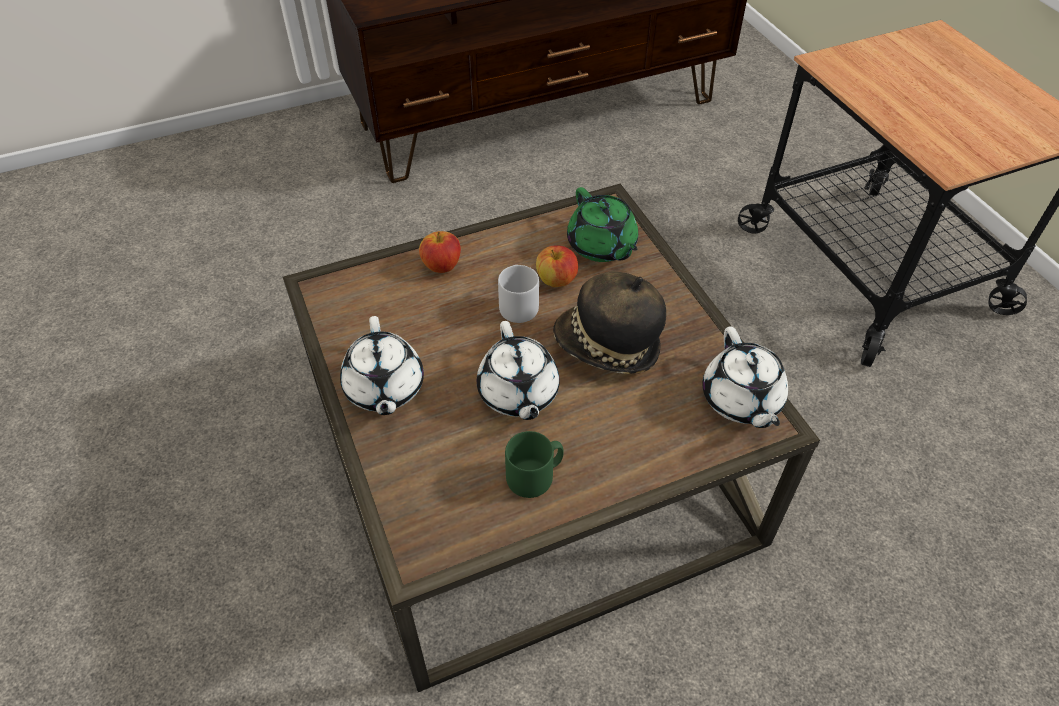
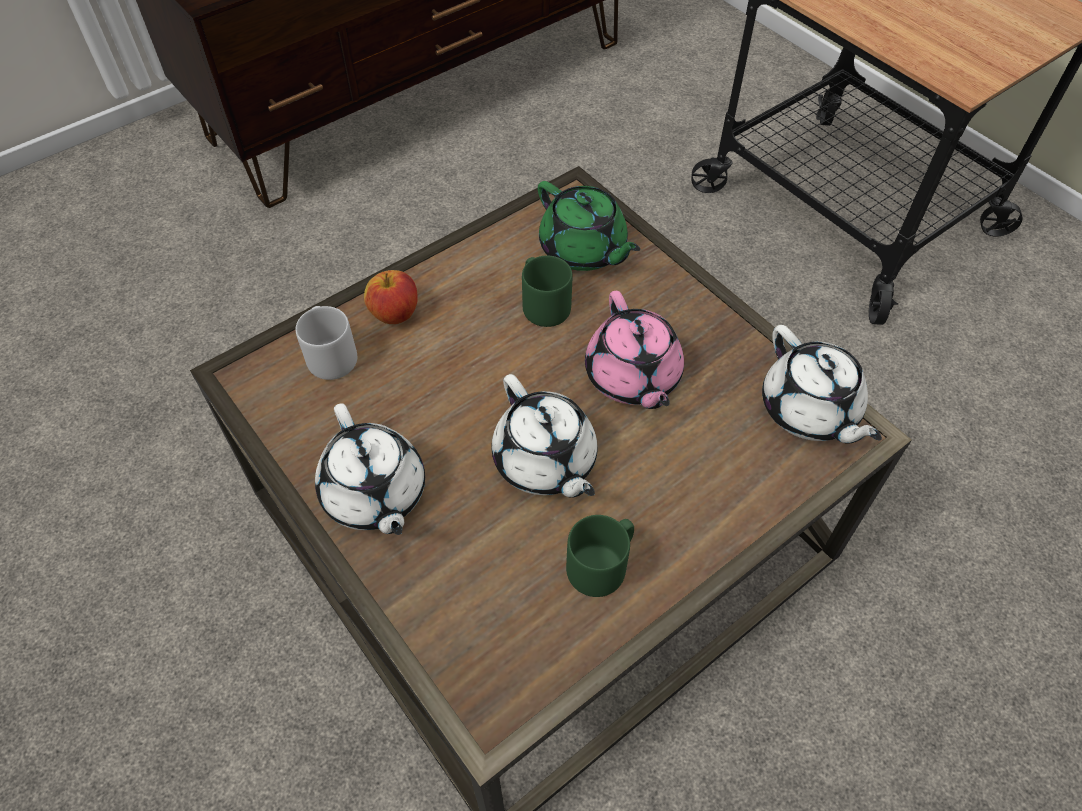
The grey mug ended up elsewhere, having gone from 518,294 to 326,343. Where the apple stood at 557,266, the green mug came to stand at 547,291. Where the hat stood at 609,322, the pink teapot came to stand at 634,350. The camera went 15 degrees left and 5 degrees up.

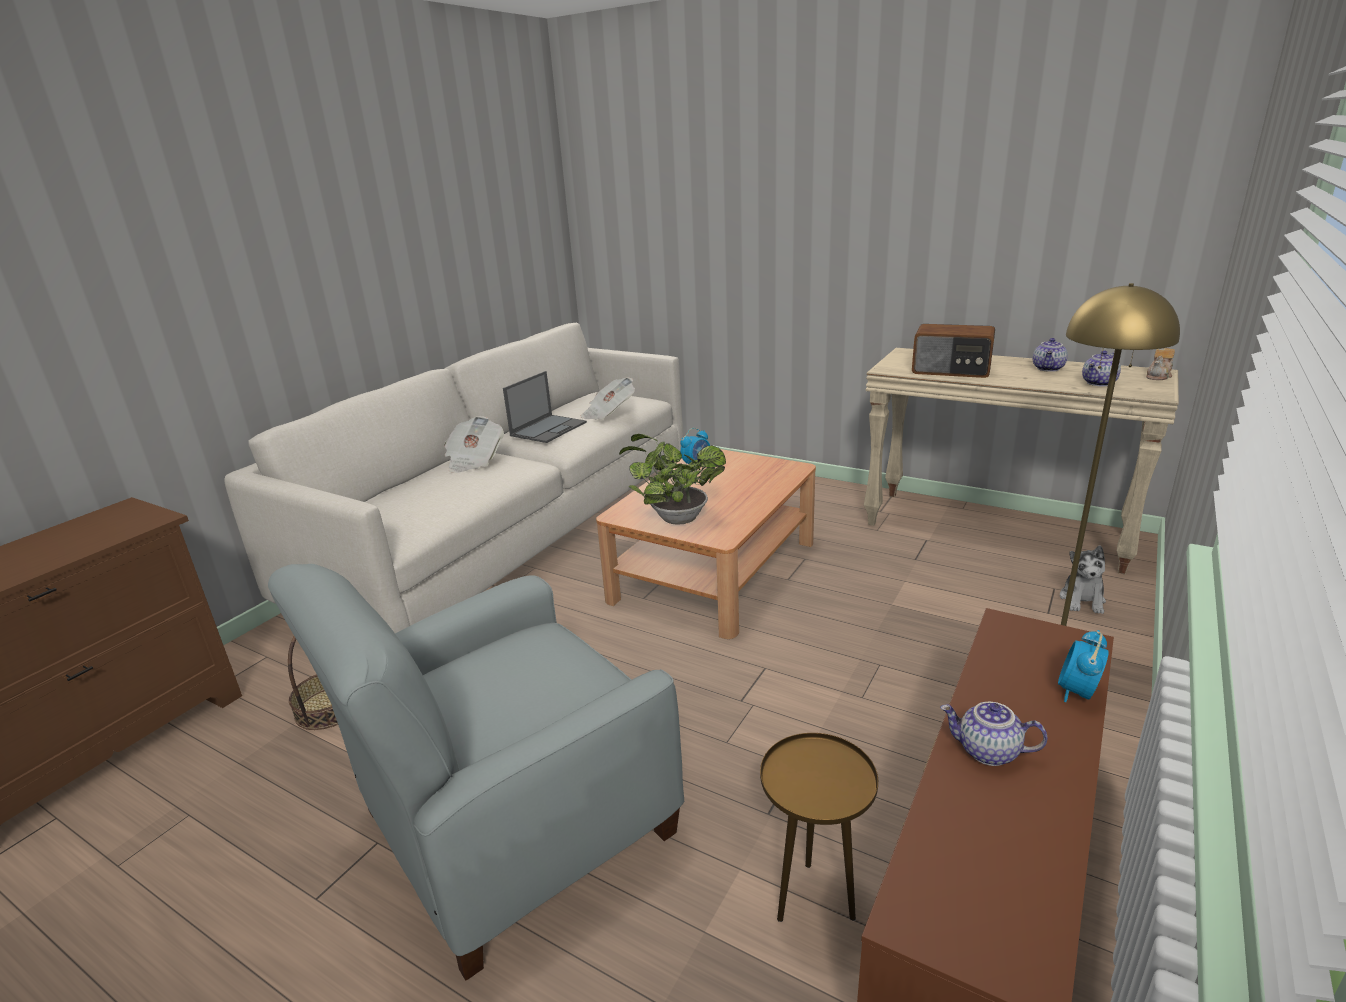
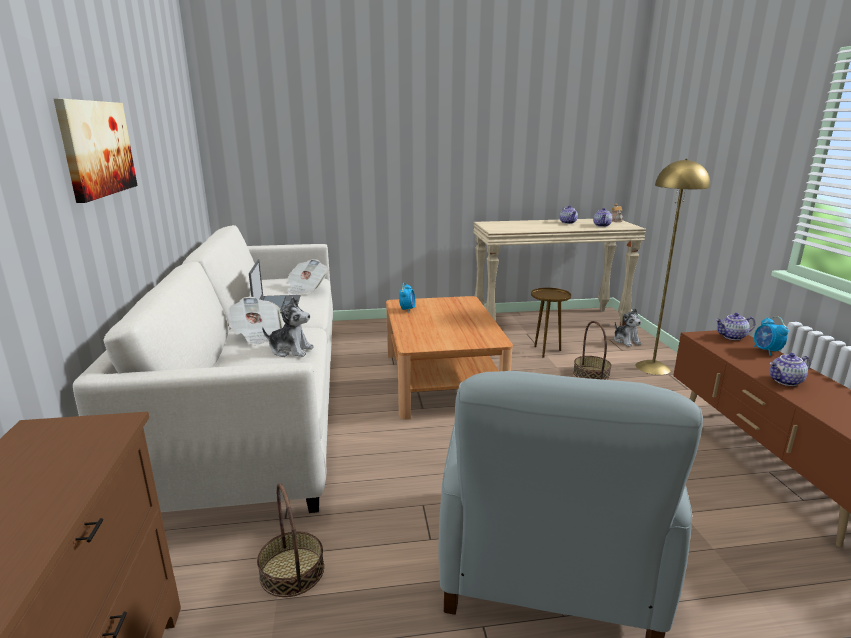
The second view lost the potted plant at 672,479. The brown side table ended up elsewhere, having gone from 819,827 to 551,322. The second view lost the radio at 953,351. The second view gained the picture at 95,151. The second view gained the plush toy at 288,327. The second view gained the basket at 592,350. The second view gained the teapot at 735,326. The camera went 40 degrees left and 5 degrees down.

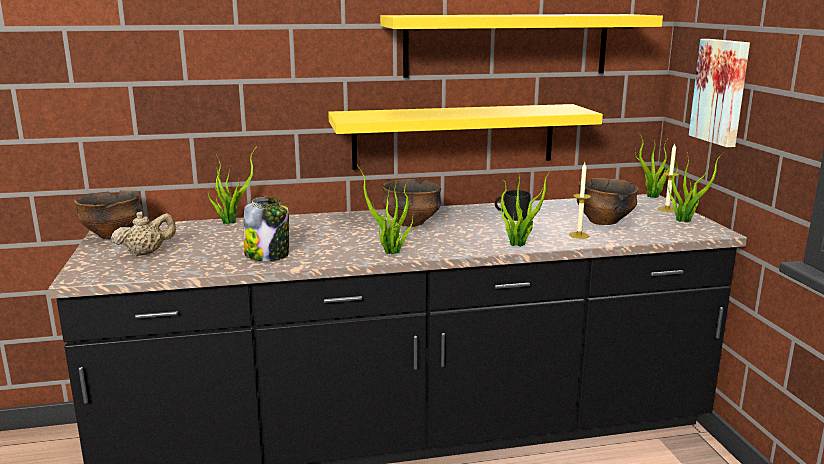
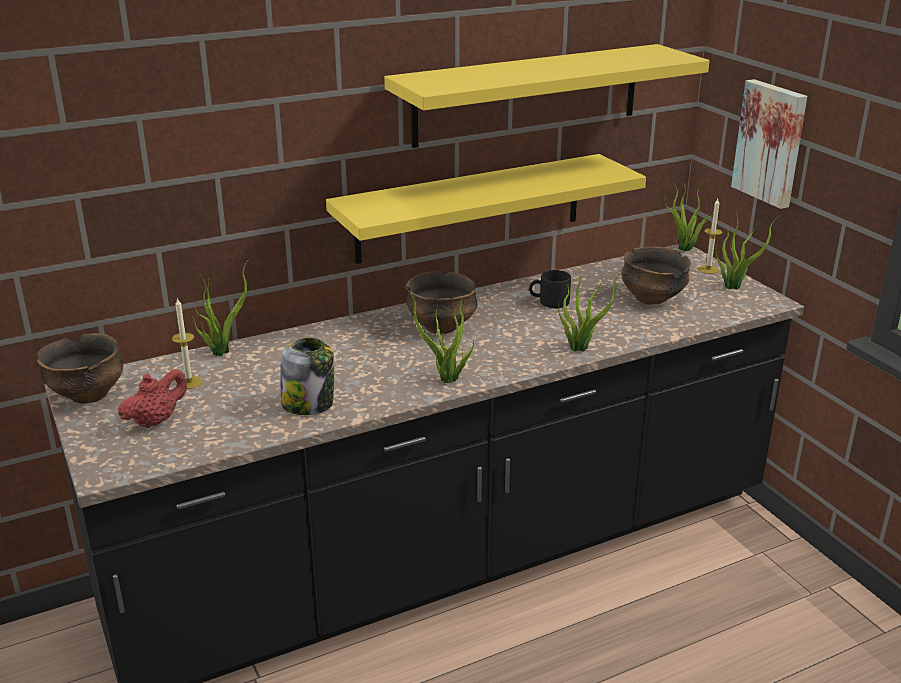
What was the beige teapot at 143,233 turned into the red teapot at 152,398. The candle ended up elsewhere, having gone from 580,201 to 187,343. The camera went 15 degrees left and 10 degrees up.

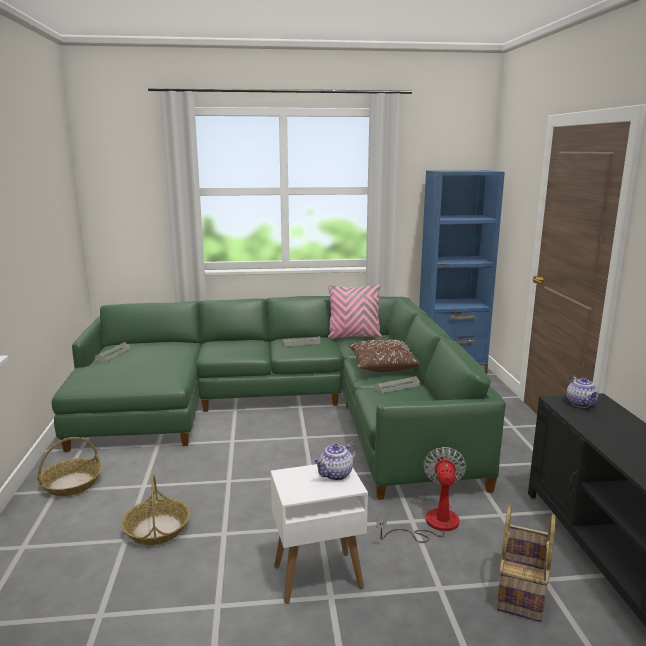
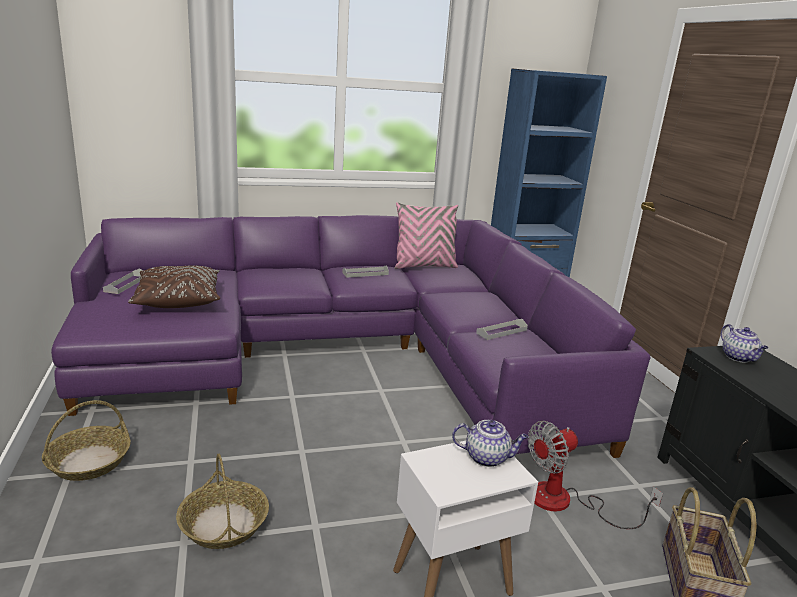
What was the green sofa at 279,398 turned into the purple sofa at 351,336. The teapot at 335,462 ended up facing another way, 120 degrees counterclockwise from before. The brown pillow ended up elsewhere, having gone from 384,355 to 174,286. The fan at 421,495 ended up facing another way, 120 degrees counterclockwise from before. The camera went 10 degrees left and 5 degrees up.

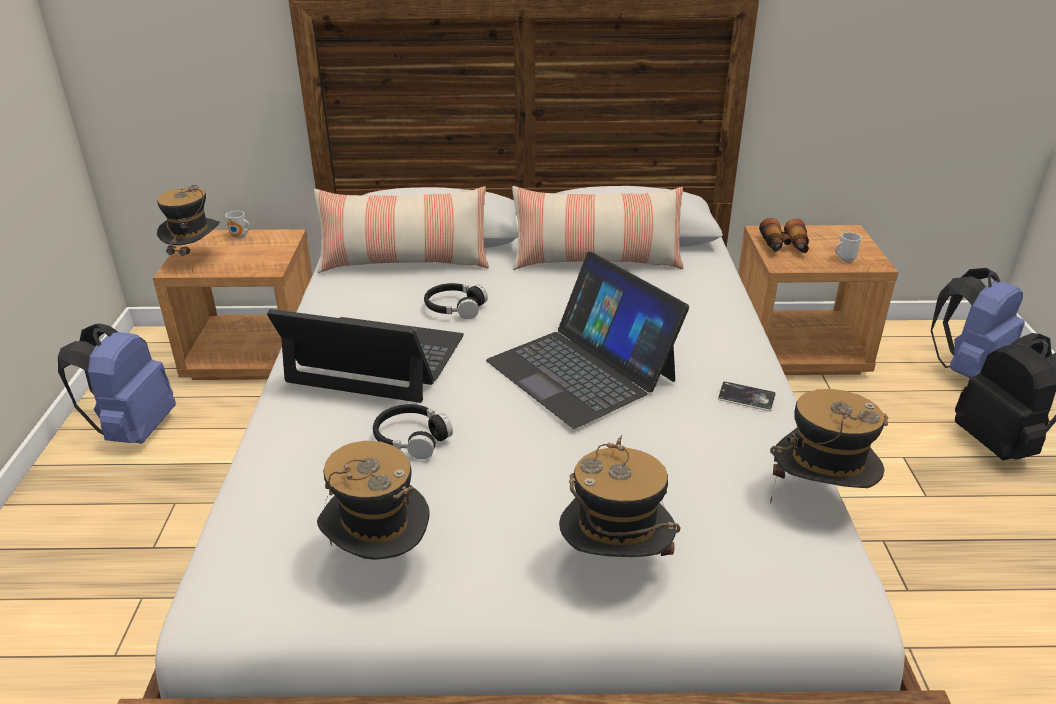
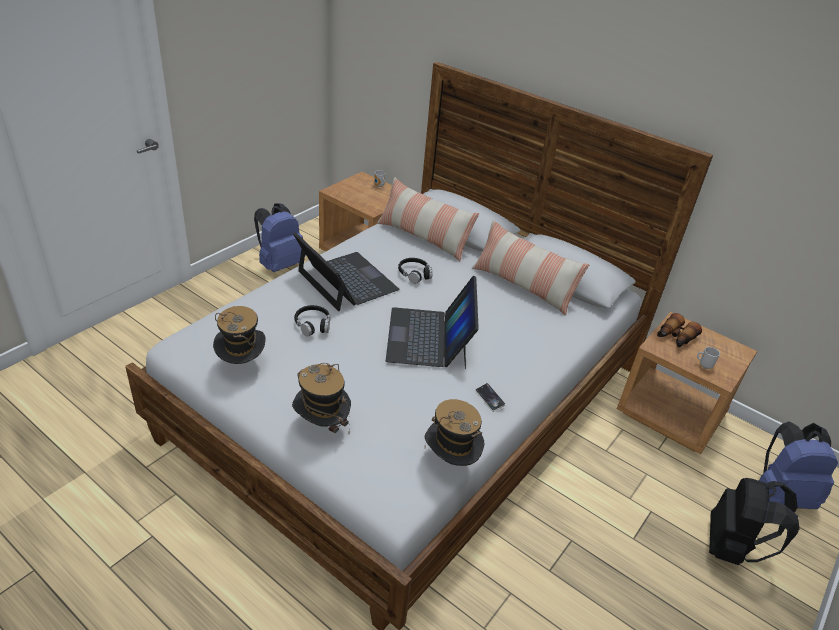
The second view lost the hat at 188,228. The camera went 35 degrees right and 5 degrees up.

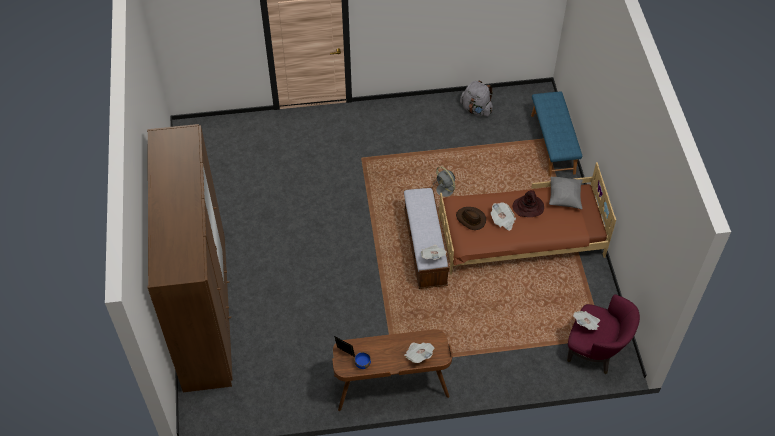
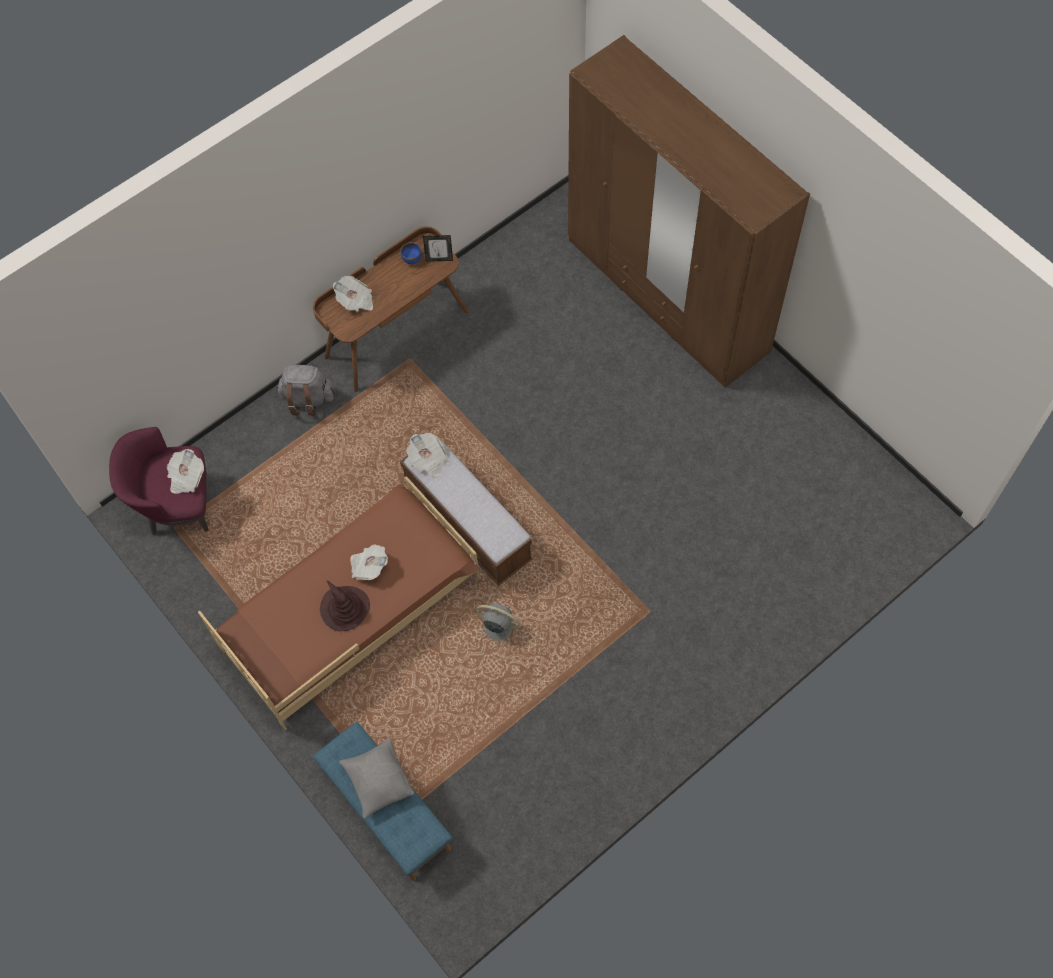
The second view lost the brown hat at 471,218. The grey backpack ended up elsewhere, having gone from 476,99 to 305,390. The grey pillow ended up elsewhere, having gone from 566,193 to 376,778. The camera went 150 degrees right and 10 degrees up.

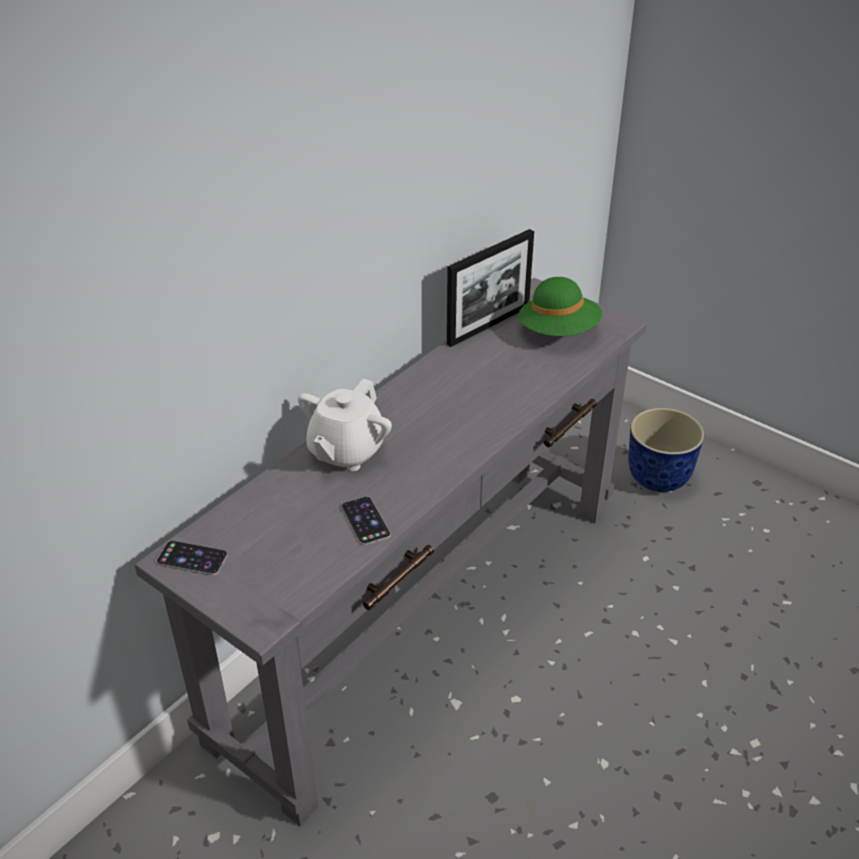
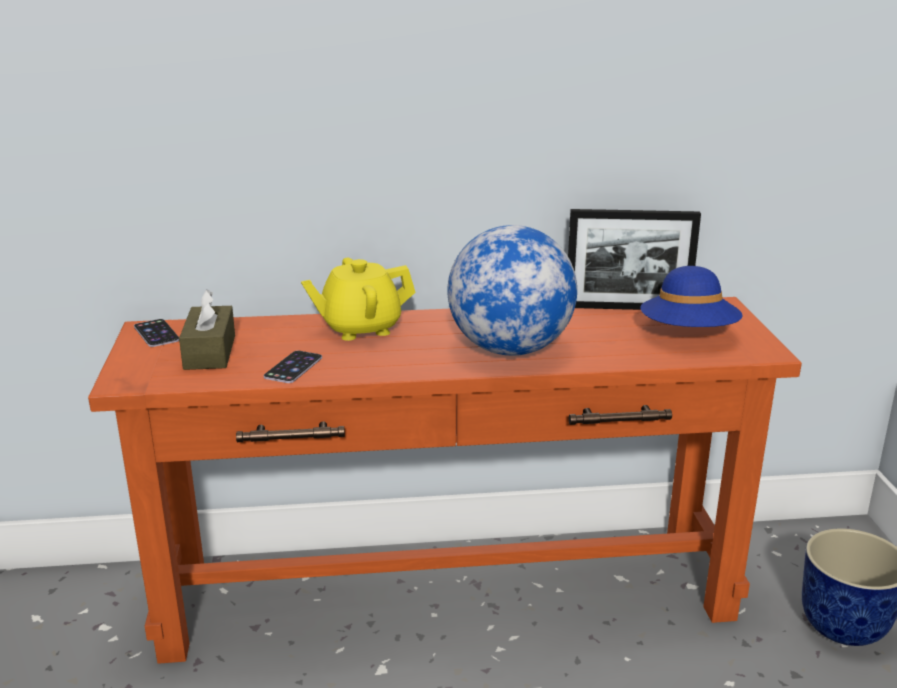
What was the grey console table at 391,552 turned into the orange console table at 445,480. What was the white teapot at 345,424 turned into the yellow teapot at 358,299. What was the green hat at 560,306 turned into the blue hat at 692,296. The second view gained the brown tissue box at 207,329. The second view gained the globe at 512,290. The camera went 45 degrees right and 15 degrees down.

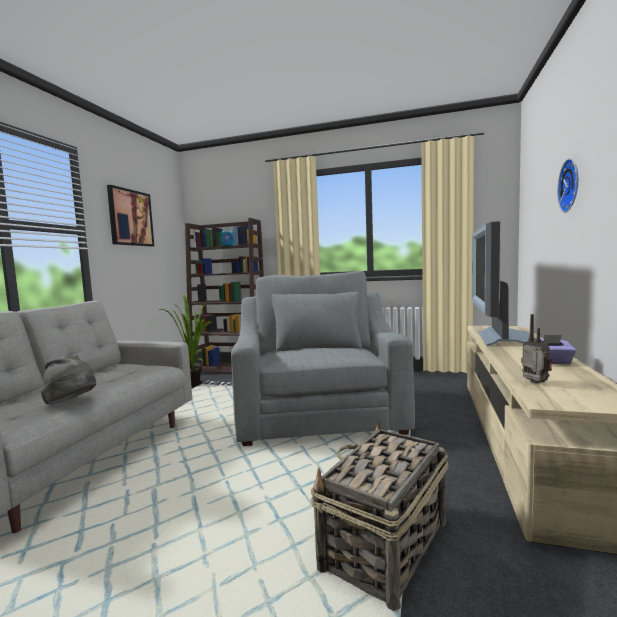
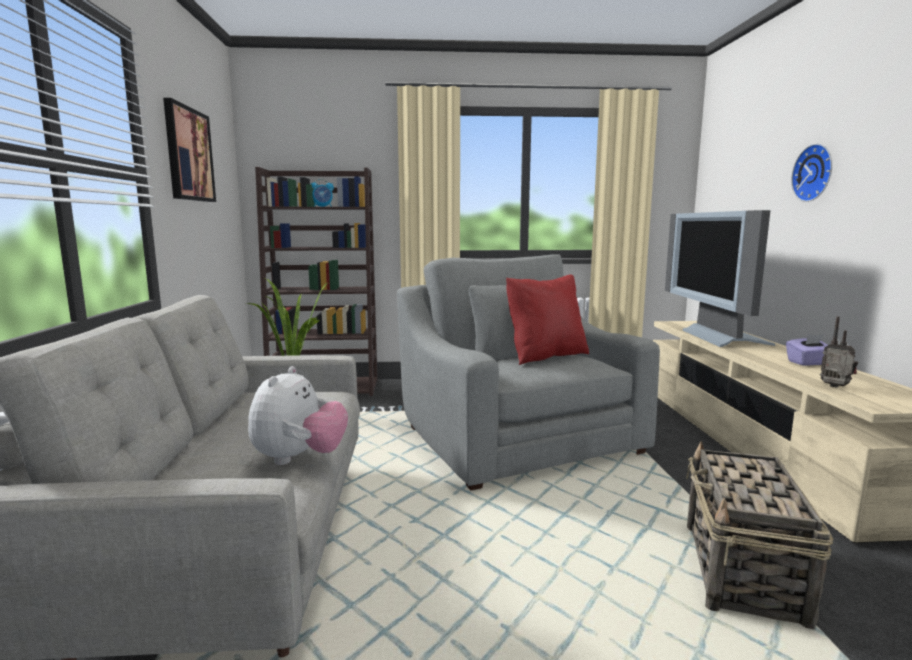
Where the grey hat stood at 68,379, the plush toy came to stand at 298,415. The second view gained the red pillow at 547,319. The camera went 20 degrees left and 5 degrees up.

